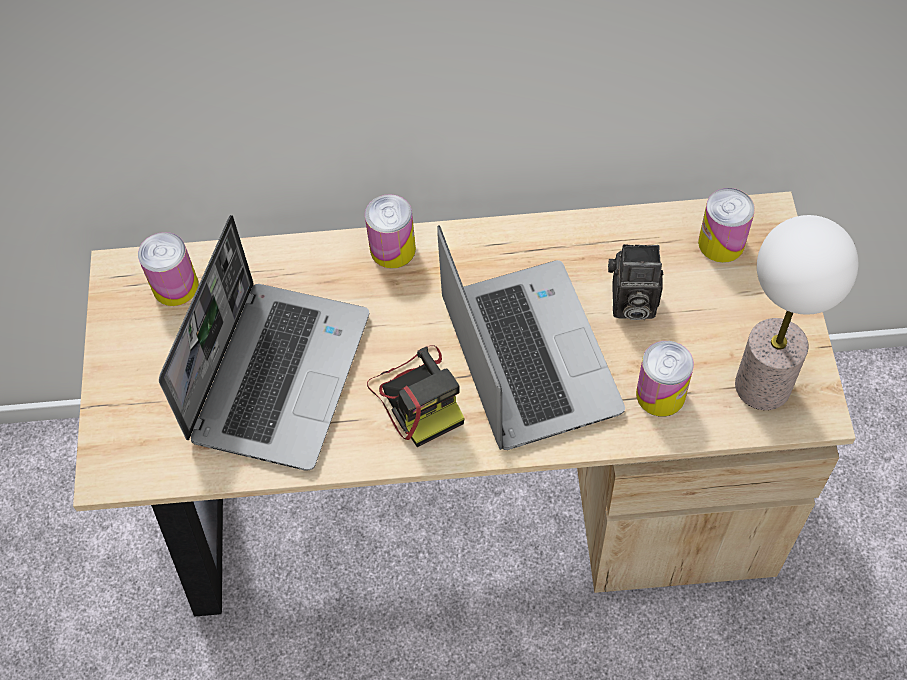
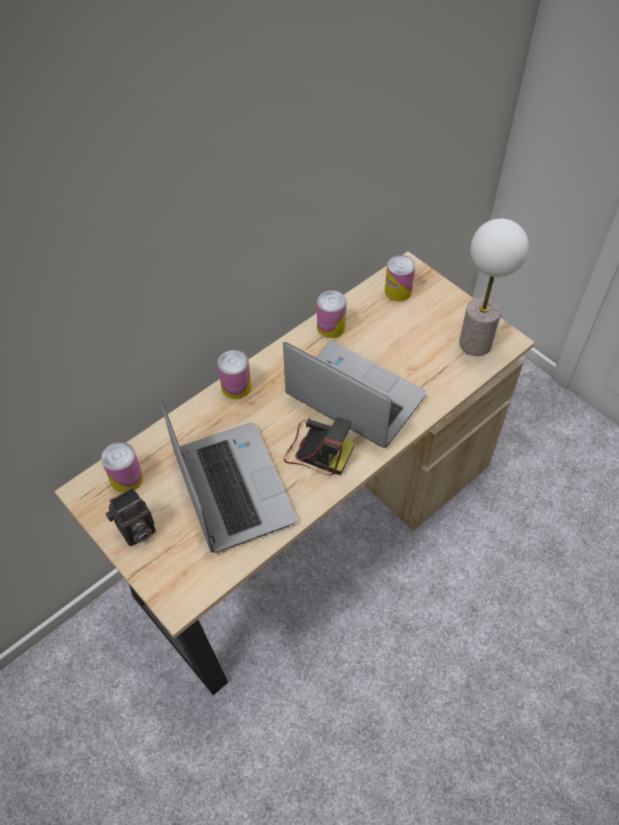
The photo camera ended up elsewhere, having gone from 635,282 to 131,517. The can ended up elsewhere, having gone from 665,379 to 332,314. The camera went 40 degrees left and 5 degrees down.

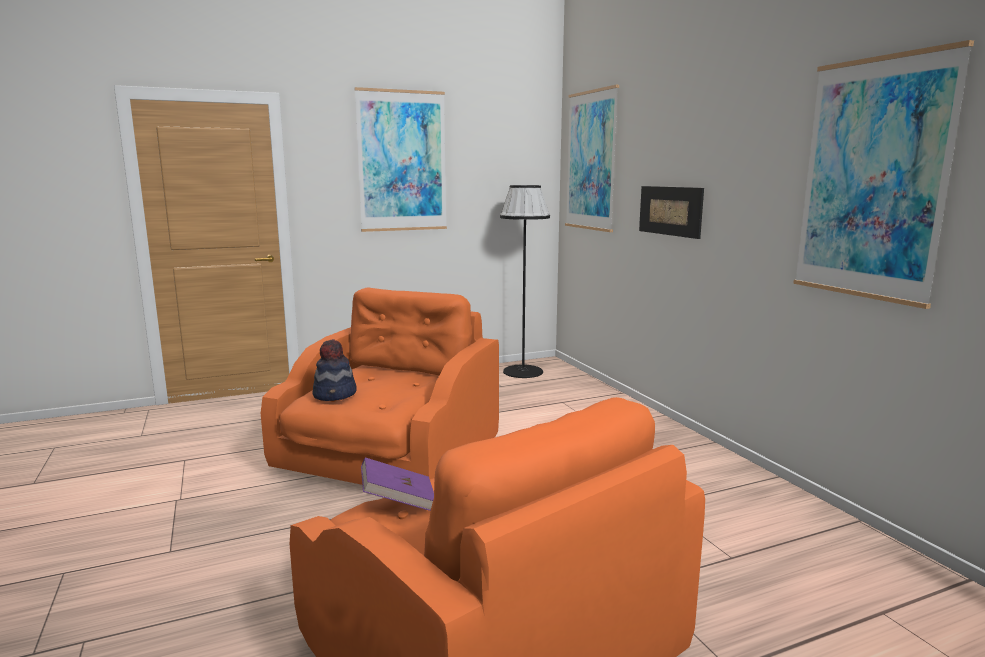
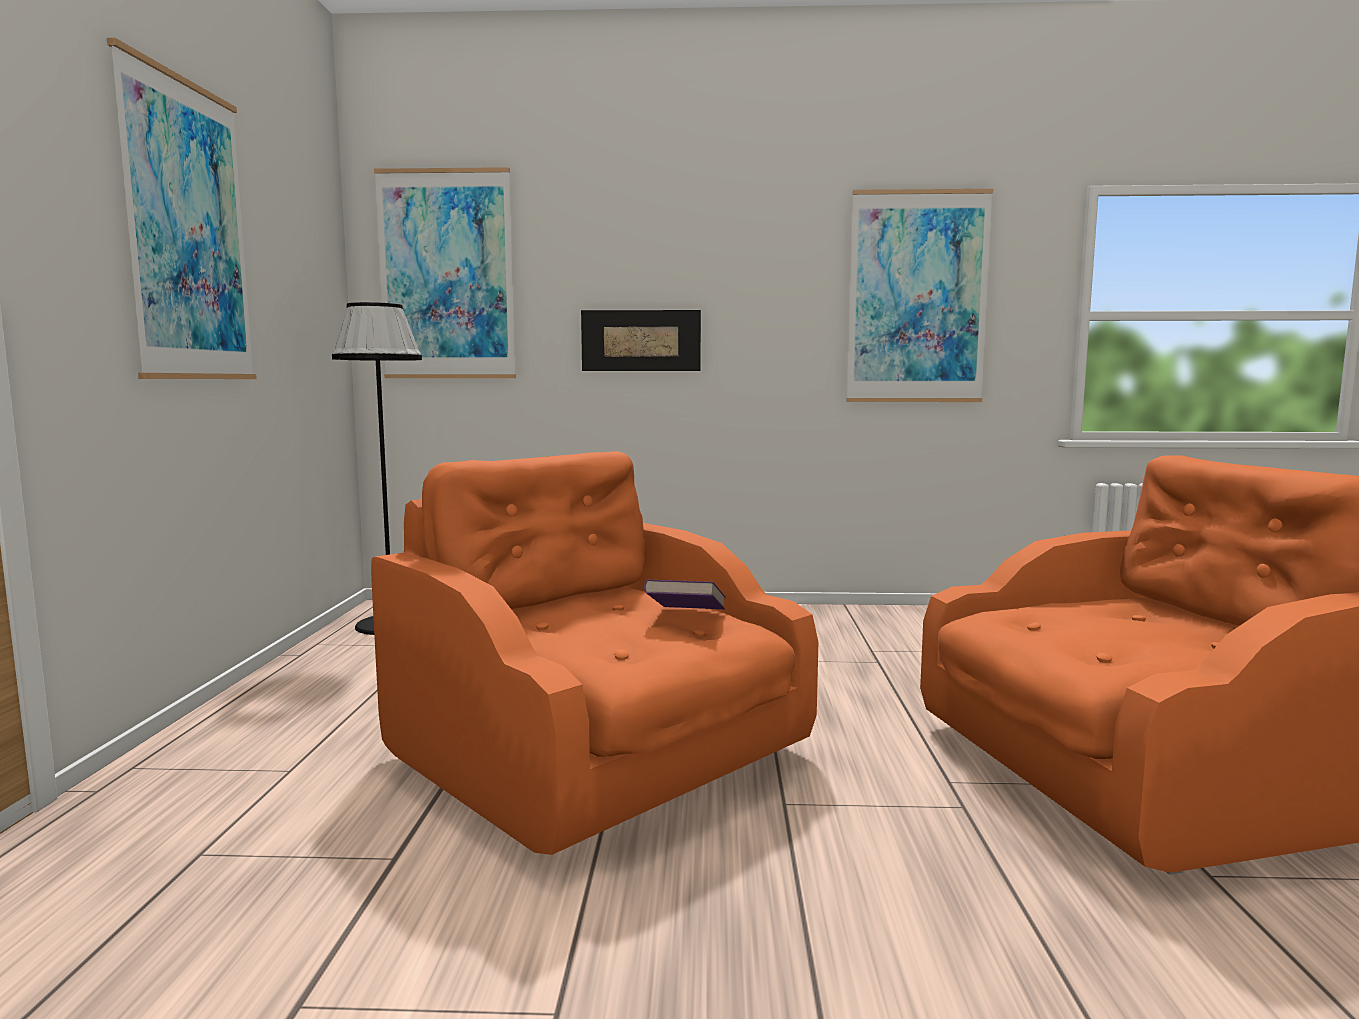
The second view lost the hat at 334,370. The purple book ended up elsewhere, having gone from 397,484 to 685,594. The camera went 65 degrees left and 5 degrees down.

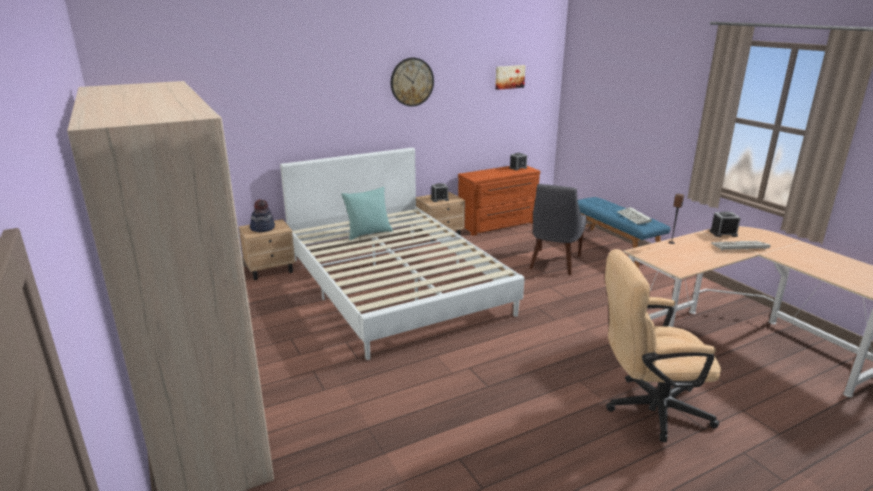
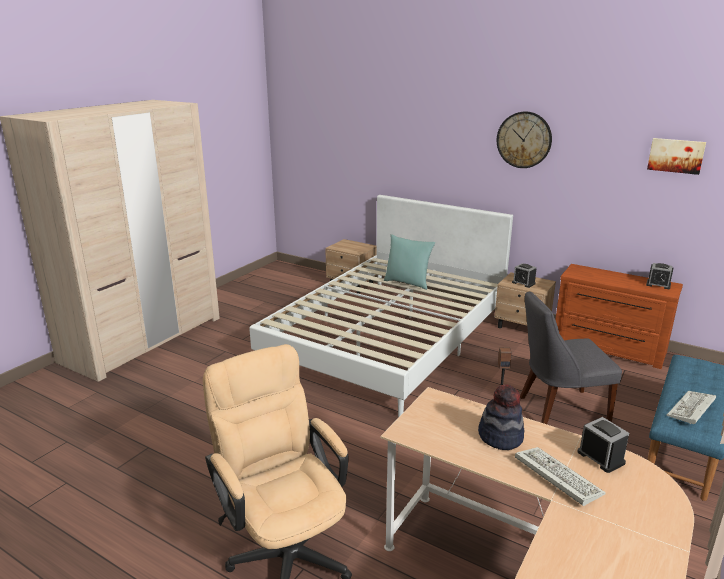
The hat ended up elsewhere, having gone from 262,215 to 501,417. The camera went 60 degrees right and 0 degrees up.

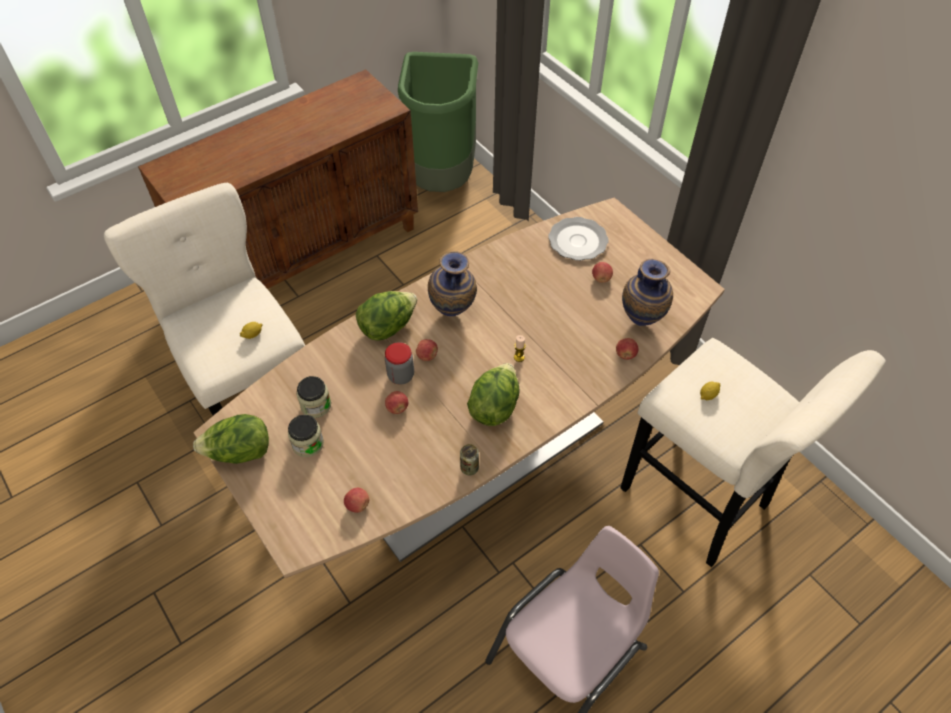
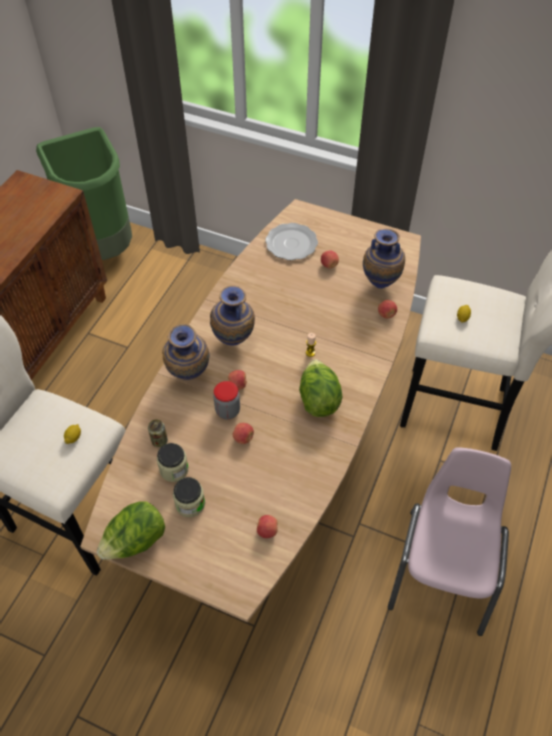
Where the lettuce stood at 386,316, the vase came to stand at 186,352. The can ended up elsewhere, having gone from 469,459 to 158,433. The camera went 30 degrees left and 0 degrees up.

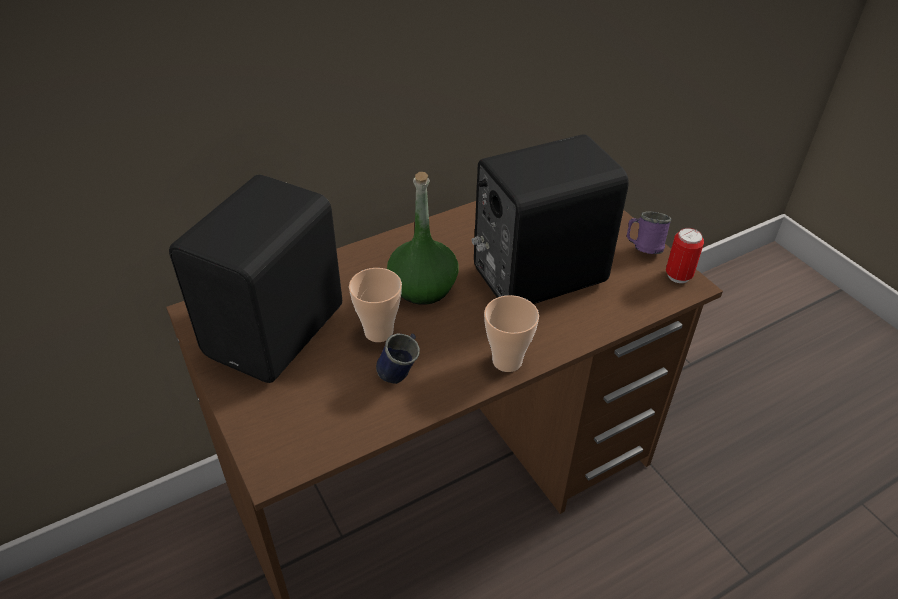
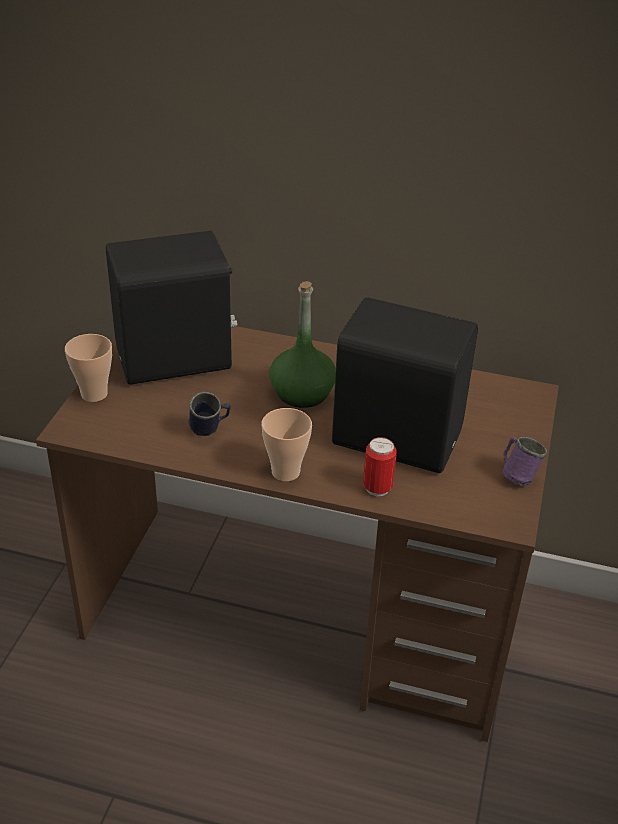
The cup ended up elsewhere, having gone from 375,305 to 88,368. The can ended up elsewhere, having gone from 685,255 to 380,466. The camera went 45 degrees right and 5 degrees down.

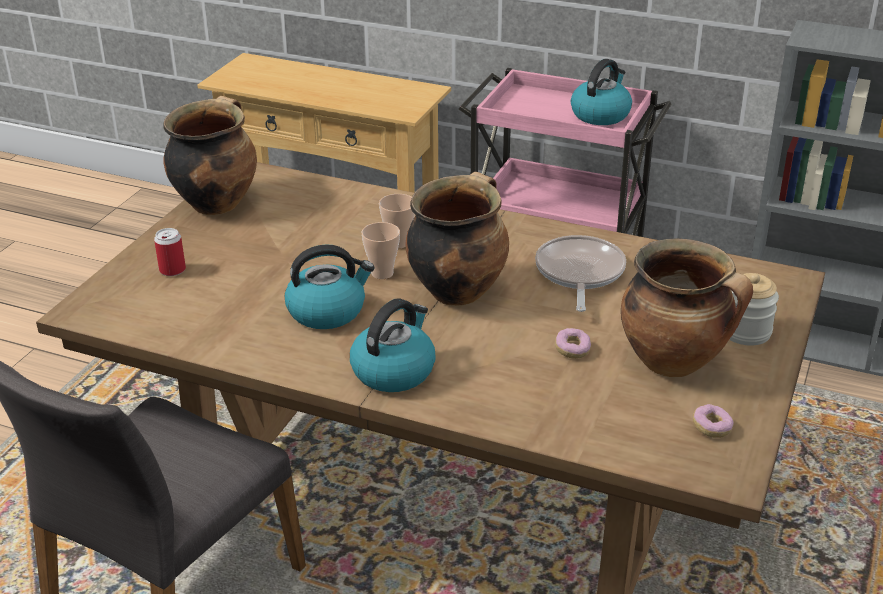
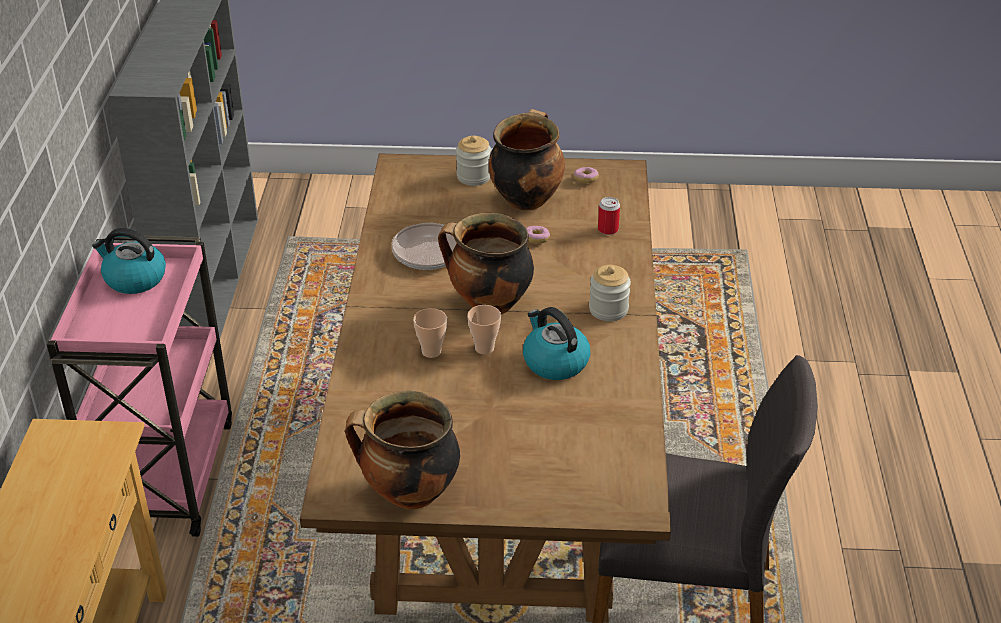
The can ended up elsewhere, having gone from 170,252 to 609,216. Where the kettle stood at 393,345, the jar came to stand at 610,293. The camera went 110 degrees left and 5 degrees up.

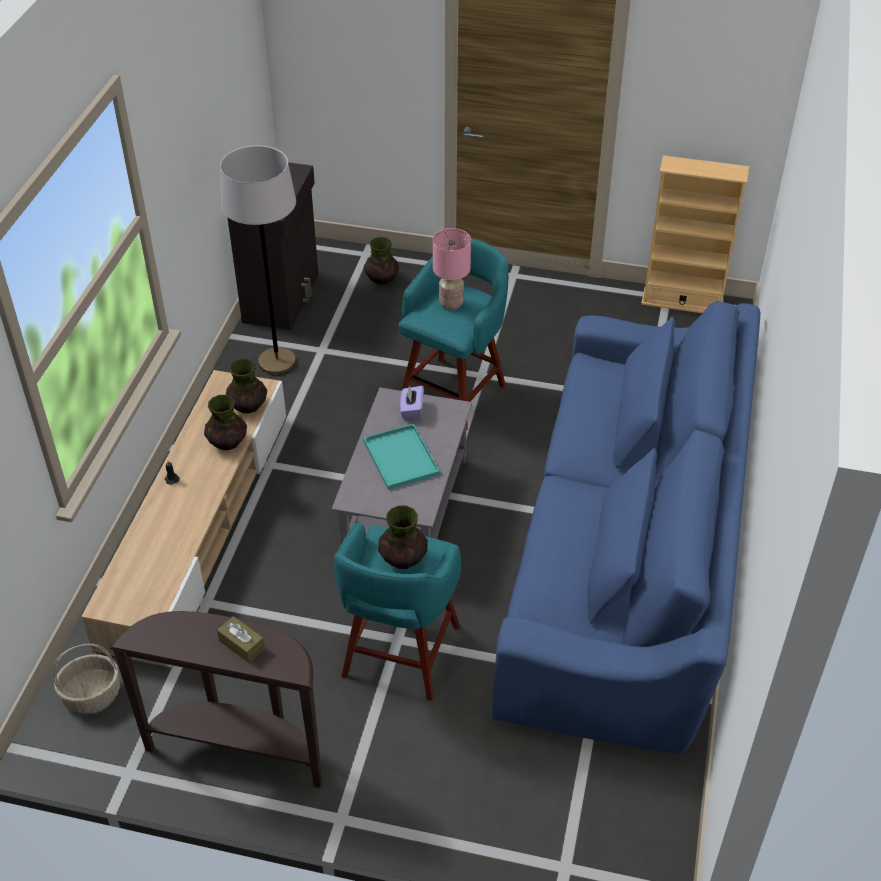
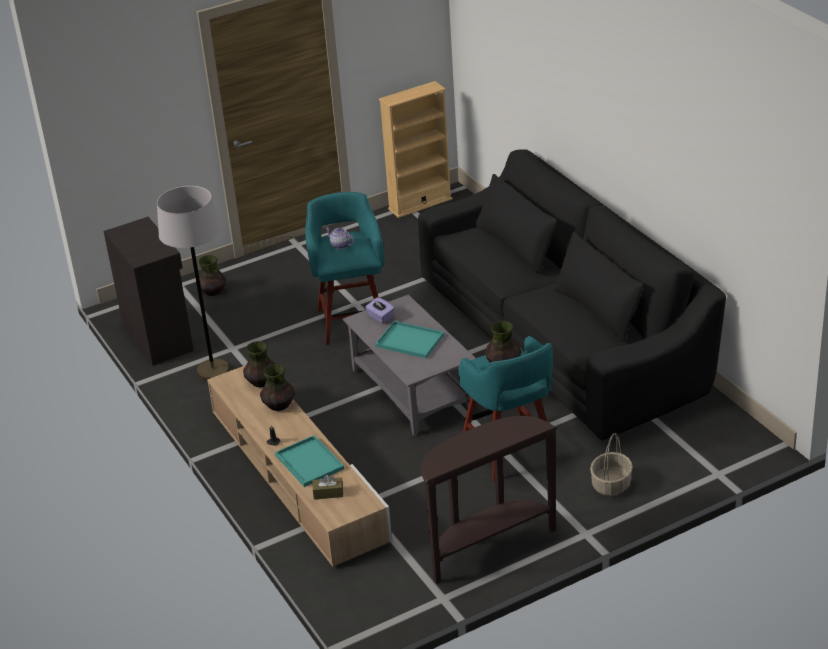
The basket ended up elsewhere, having gone from 86,678 to 611,464. The brown tissue box ended up elsewhere, having gone from 241,639 to 328,487. Where the pink table lamp stood at 452,269, the teapot came to stand at 340,238. What was the blue sofa at 626,527 turned into the black sofa at 572,295. The second view gained the turquoise tray at 309,461. The camera went 40 degrees left and 10 degrees down.

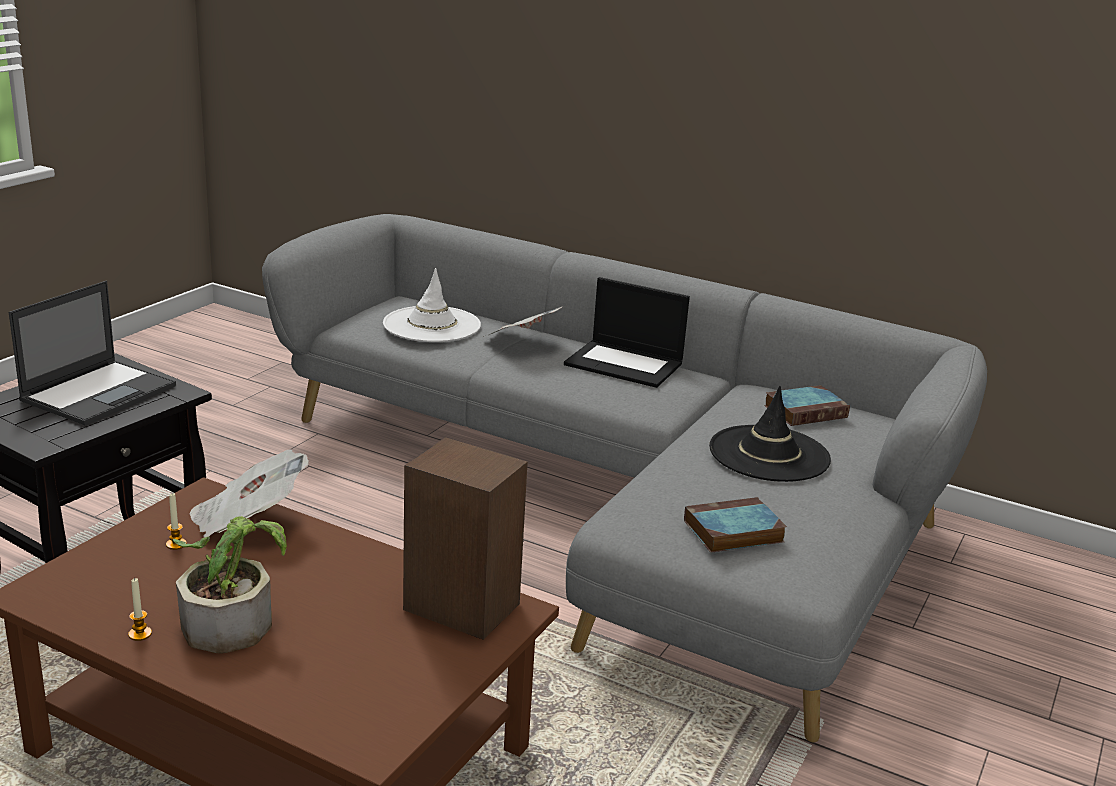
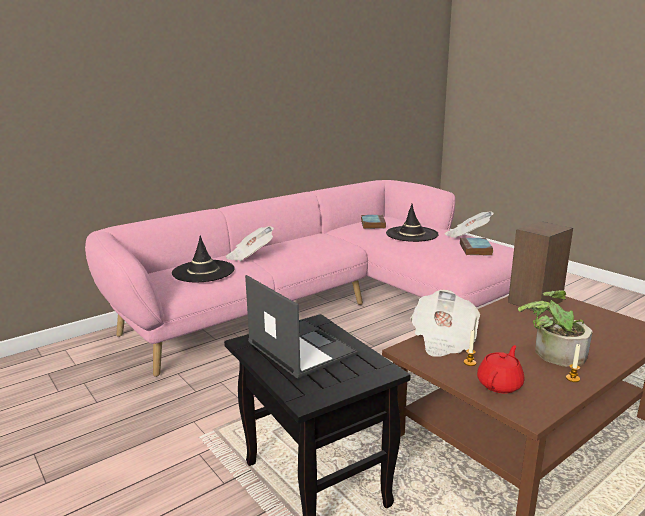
What was the grey sofa at 624,478 turned into the pink sofa at 299,278. What was the white hat at 432,305 turned into the black hat at 203,259. The second view lost the laptop at 627,332. The second view gained the newspaper at 469,224. The second view gained the red teapot at 501,369. The camera went 65 degrees left and 5 degrees down.

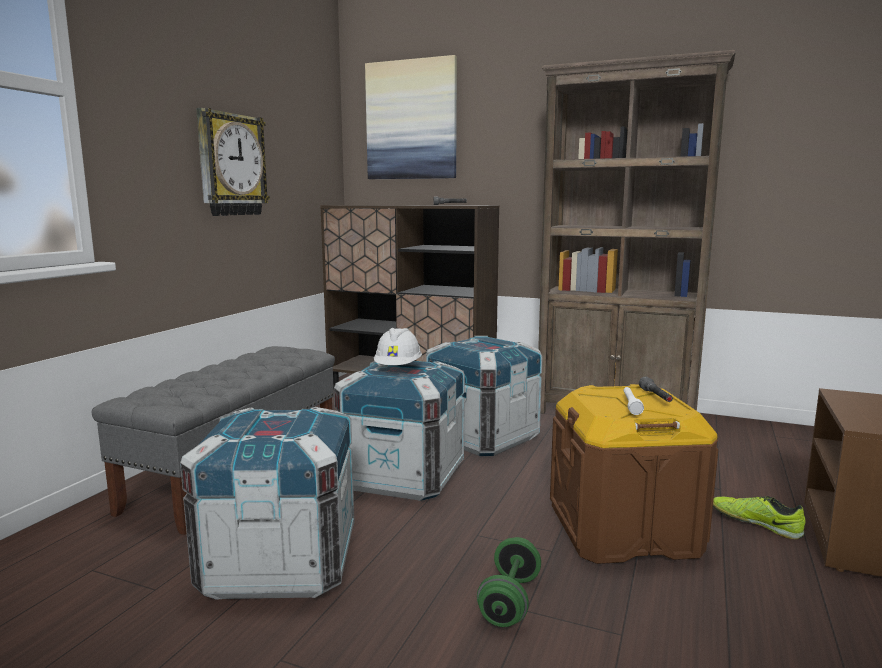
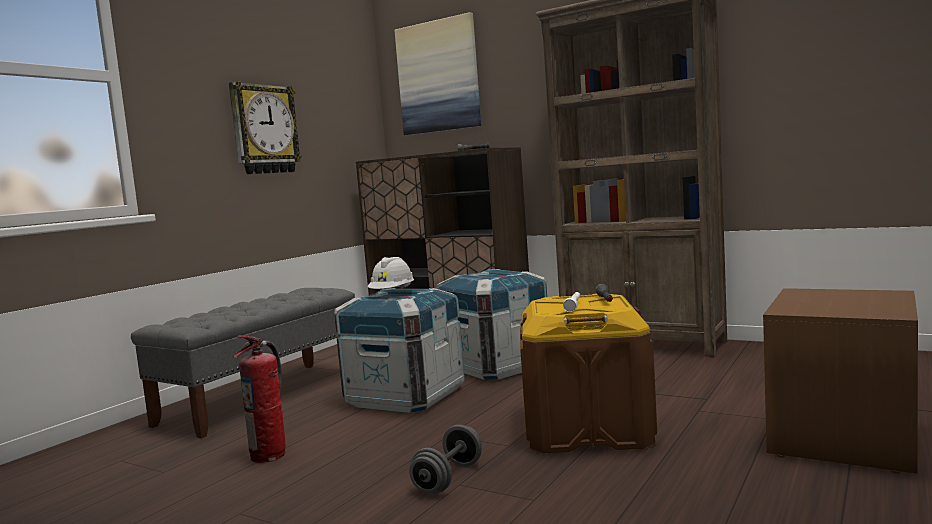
Where the crate stood at 267,503, the fire extinguisher came to stand at 259,399. What was the green dumbbell at 509,582 turned into the grey dumbbell at 445,459. The second view lost the shoe at 759,517. The camera went 10 degrees right and 5 degrees down.

